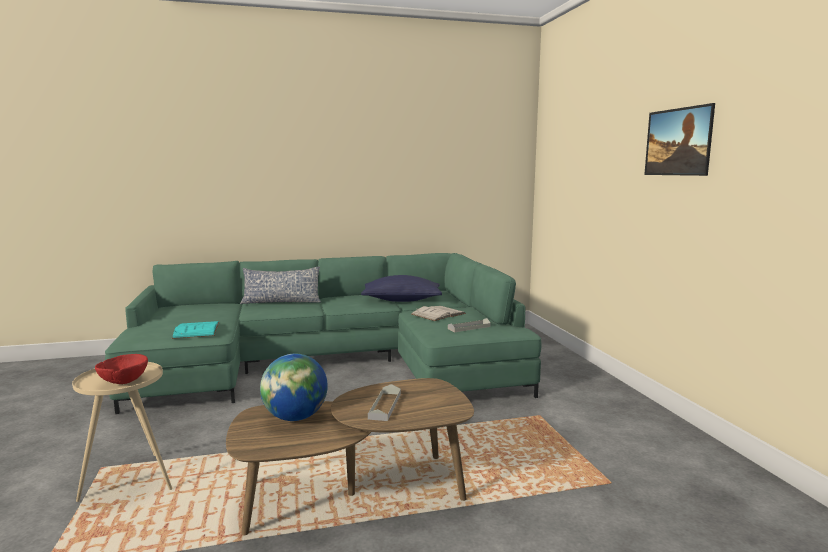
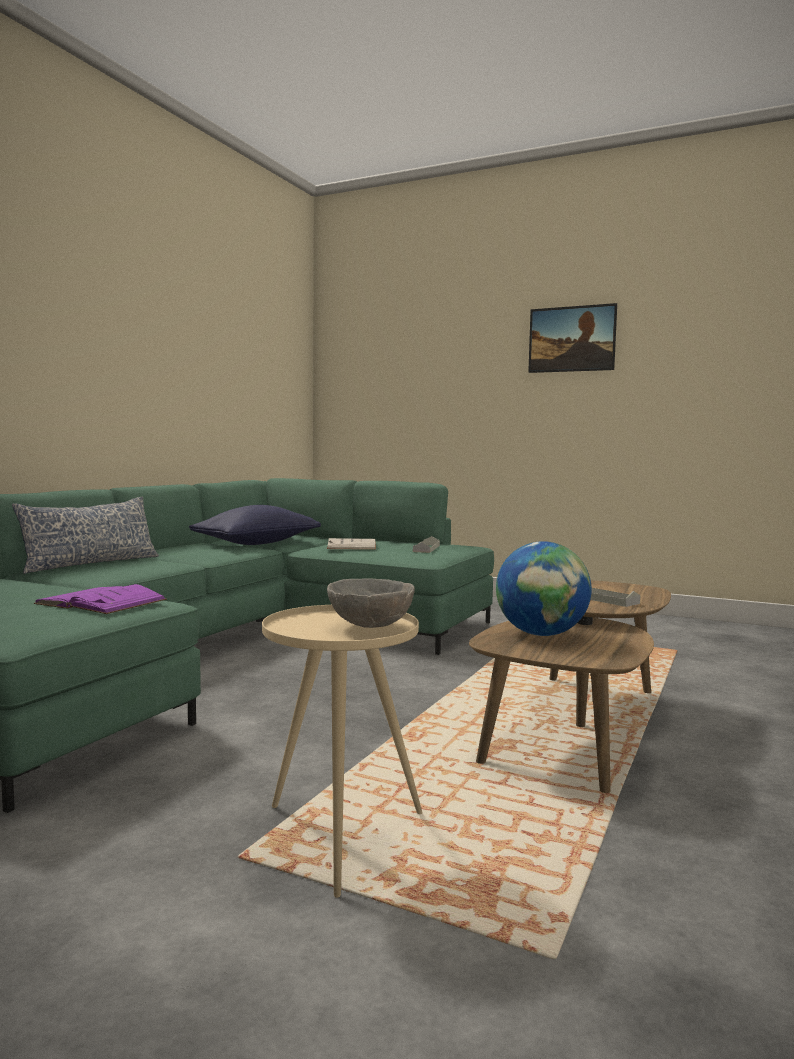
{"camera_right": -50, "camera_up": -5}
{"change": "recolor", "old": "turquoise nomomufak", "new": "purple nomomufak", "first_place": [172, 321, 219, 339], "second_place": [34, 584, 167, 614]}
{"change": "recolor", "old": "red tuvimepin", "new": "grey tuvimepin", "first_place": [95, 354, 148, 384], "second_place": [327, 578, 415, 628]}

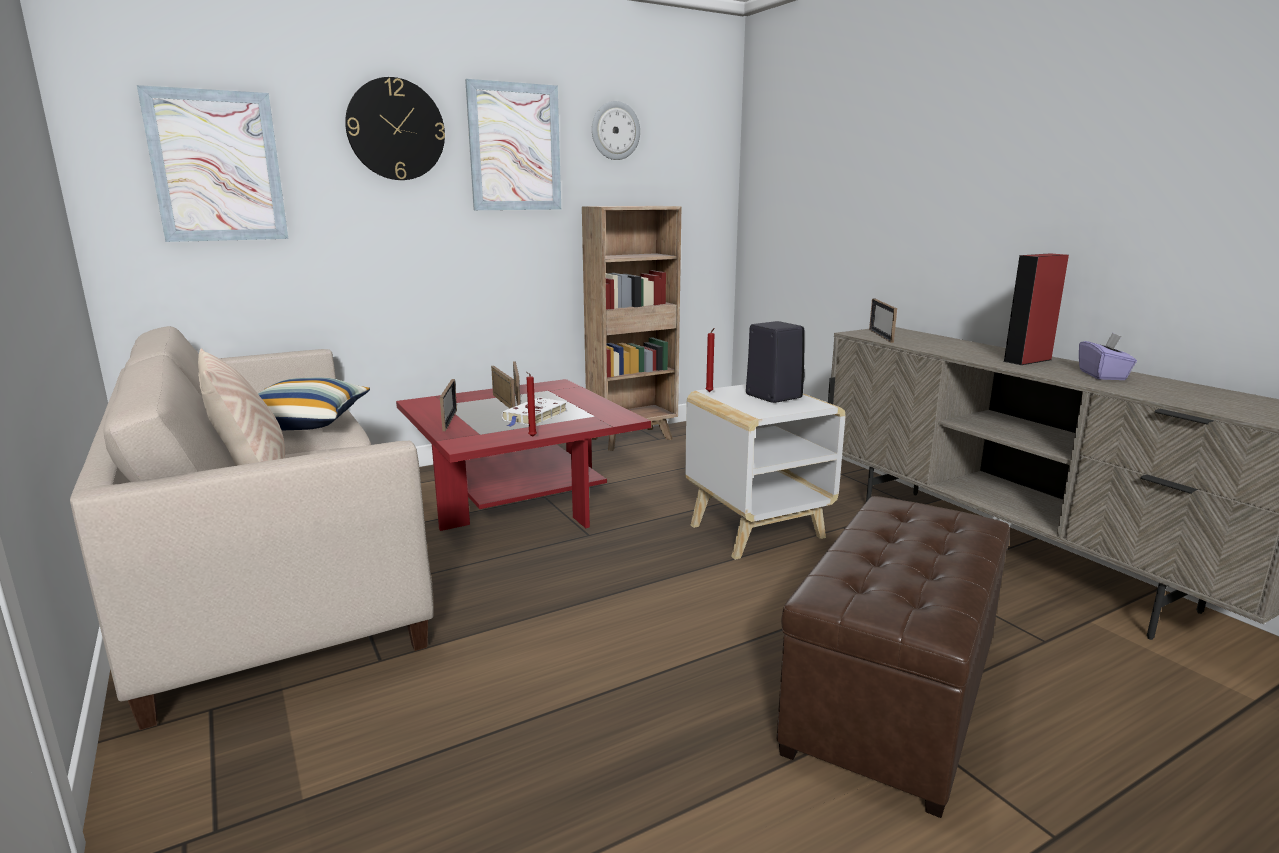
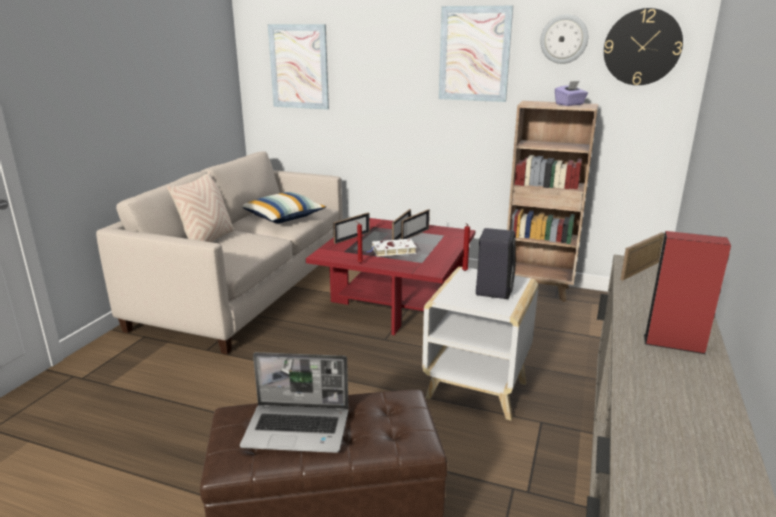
{"camera_right": 50, "camera_up": 5}
{"change": "move", "old": "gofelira", "first_place": [345, 77, 445, 180], "second_place": [604, 8, 683, 85]}
{"change": "move", "old": "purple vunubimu", "first_place": [1079, 333, 1137, 380], "second_place": [555, 81, 588, 106]}
{"change": "insert", "new": "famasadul", "second_place": [240, 352, 349, 453]}

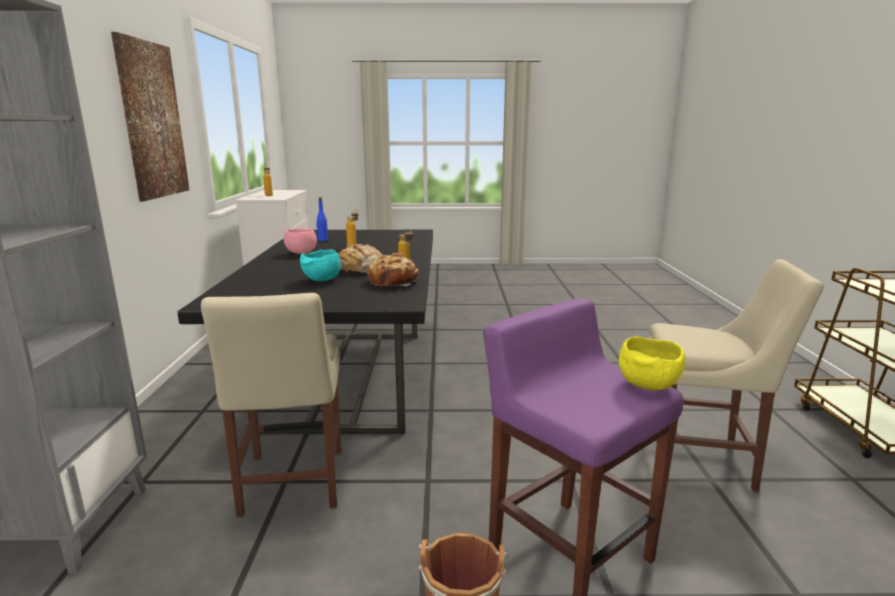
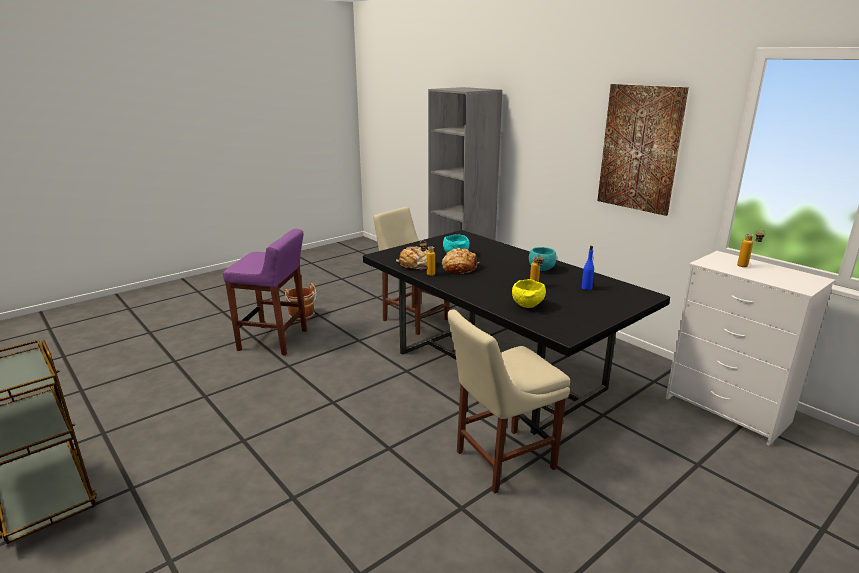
{"camera_right": 140, "camera_up": 5}
{"change": "recolor", "old": "pink tuvimepin", "new": "turquoise tuvimepin", "first_place": [284, 228, 317, 254], "second_place": [529, 247, 557, 271]}
{"change": "move", "old": "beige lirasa", "first_place": [649, 259, 824, 492], "second_place": [447, 309, 570, 494]}
{"change": "move", "old": "yellow tuvimepin", "first_place": [619, 336, 685, 390], "second_place": [512, 279, 546, 308]}

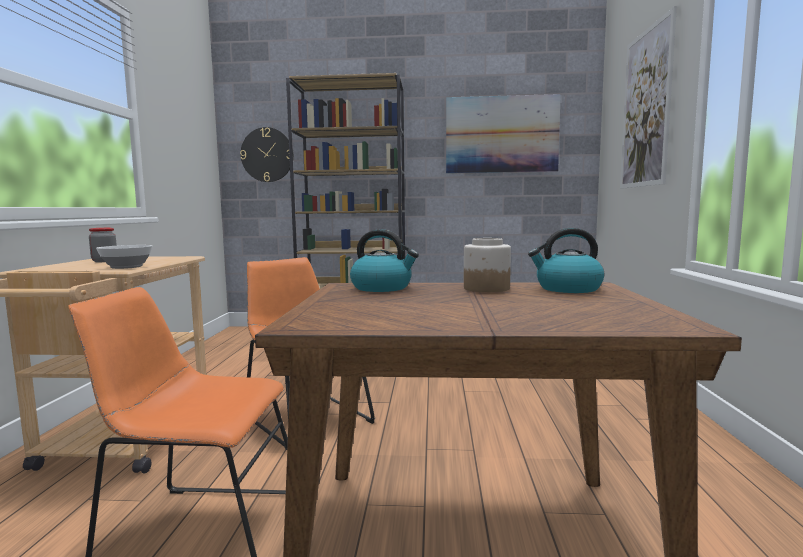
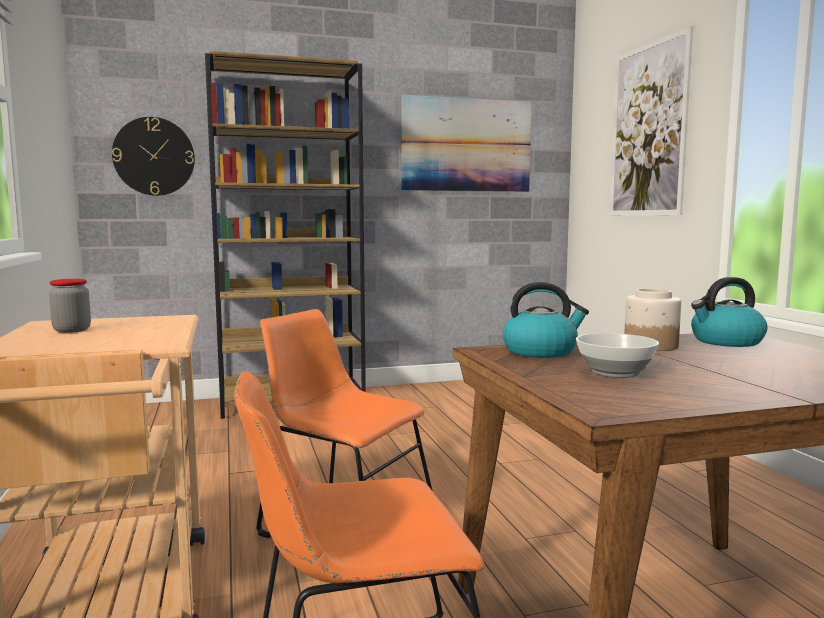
{"camera_right": -20, "camera_up": 0}
{"change": "move", "old": "tuvimepin", "first_place": [96, 245, 152, 269], "second_place": [576, 333, 659, 378]}

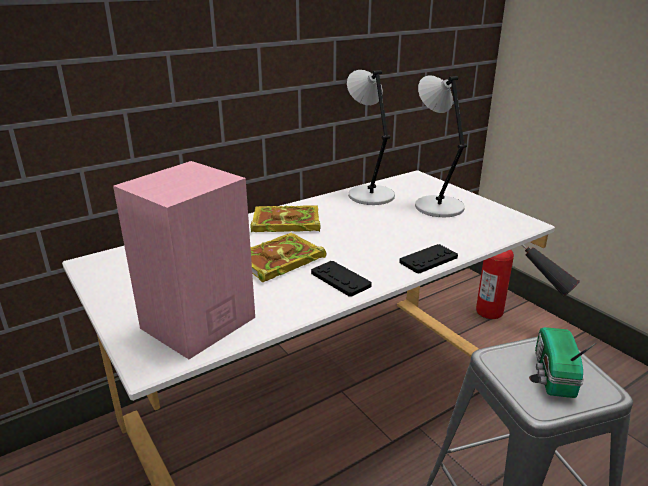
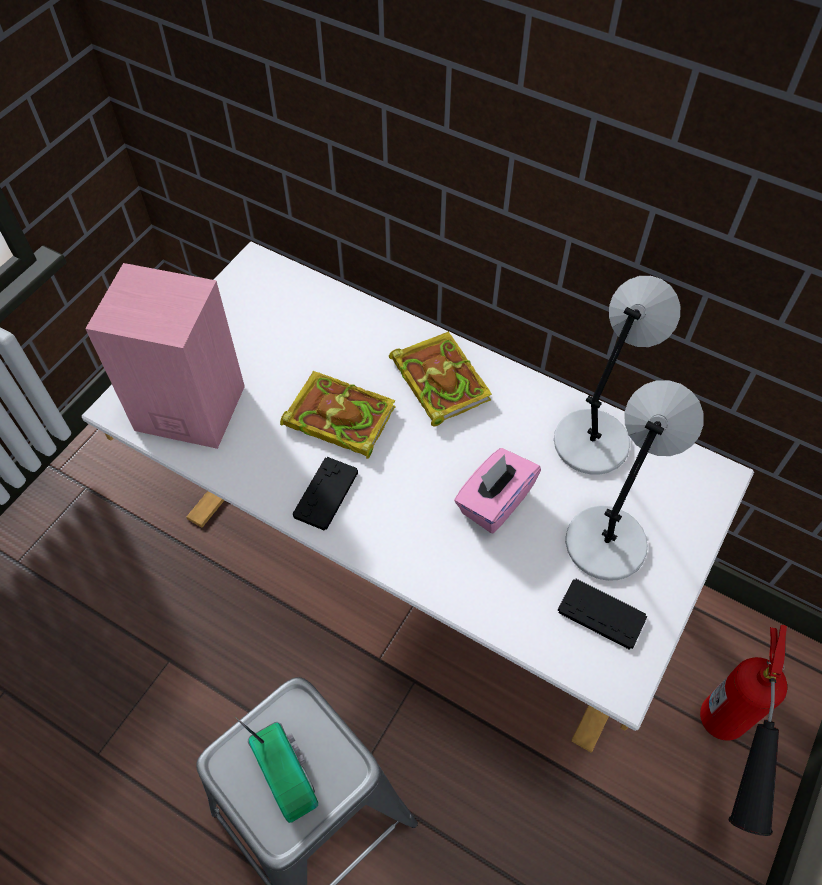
{"camera_right": 65, "camera_up": 30}
{"change": "move", "old": "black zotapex", "first_place": [399, 244, 458, 273], "second_place": [557, 579, 648, 650]}
{"change": "rotate", "old": "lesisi", "first_place": [535, 327, 596, 398], "second_place": [235, 717, 318, 823], "degrees": 75}
{"change": "insert", "new": "pink vunubimu", "second_place": [454, 448, 541, 534]}

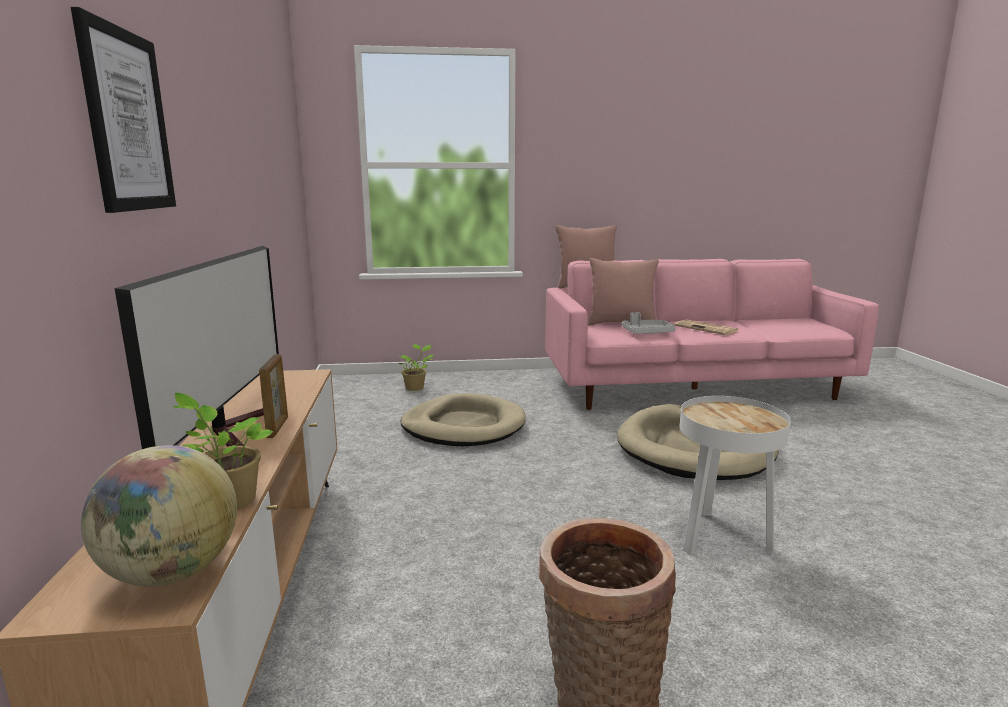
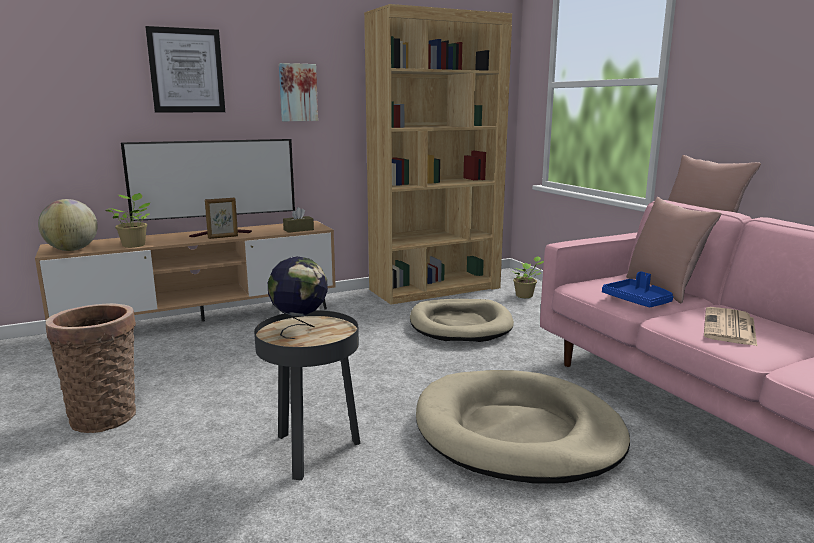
{"camera_right": 70, "camera_up": 0}
{"change": "recolor", "old": "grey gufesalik", "new": "blue gufesalik", "first_place": [622, 312, 676, 334], "second_place": [602, 271, 673, 308]}
{"change": "recolor", "old": "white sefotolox", "new": "black sefotolox", "first_place": [679, 396, 791, 555], "second_place": [254, 310, 360, 480]}
{"change": "insert", "new": "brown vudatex", "second_place": [364, 4, 512, 305]}
{"change": "insert", "new": "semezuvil", "second_place": [279, 63, 318, 121]}
{"change": "insert", "new": "brown vunubimu", "second_place": [283, 207, 314, 233]}
{"change": "insert", "new": "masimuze", "second_place": [268, 257, 328, 339]}

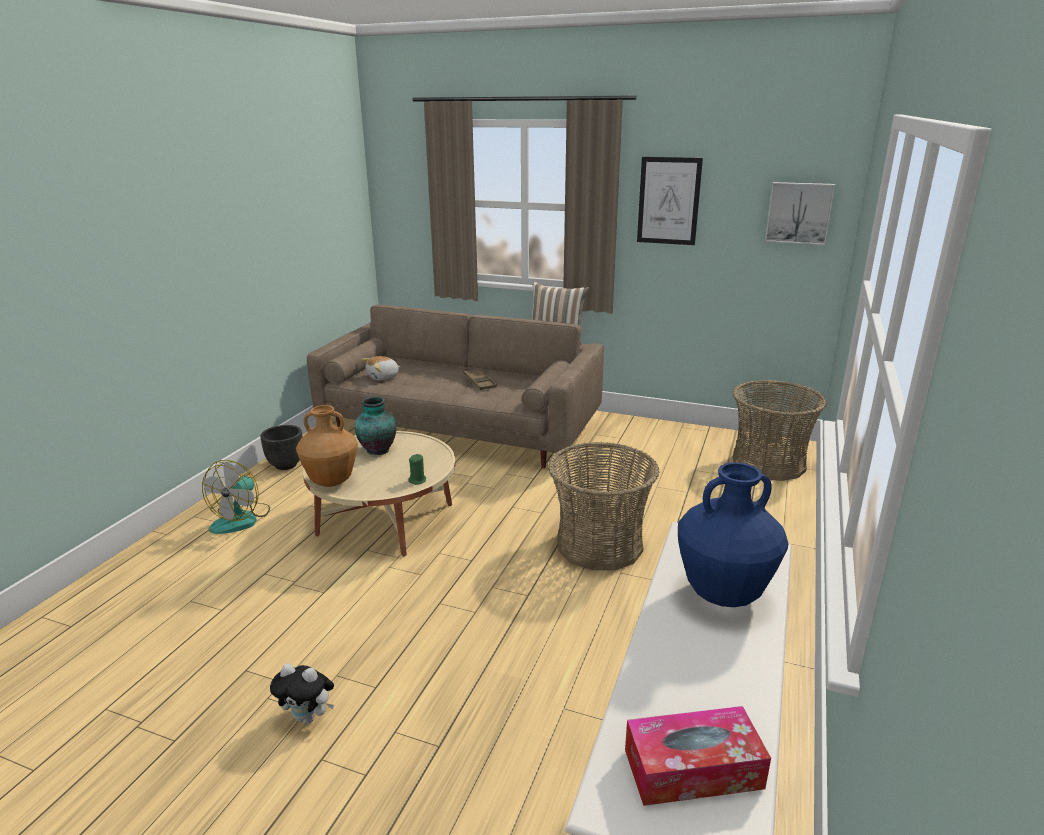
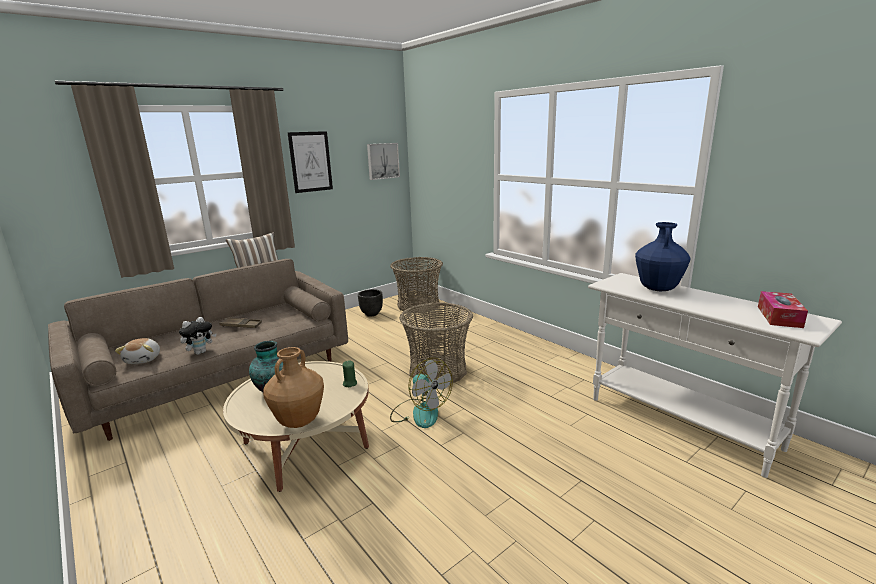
{"camera_right": -60, "camera_up": -5}
{"change": "move", "old": "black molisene", "first_place": [260, 425, 303, 470], "second_place": [358, 289, 383, 317]}
{"change": "move", "old": "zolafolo", "first_place": [202, 460, 270, 534], "second_place": [390, 358, 453, 428]}
{"change": "move", "old": "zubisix", "first_place": [270, 663, 334, 724], "second_place": [179, 317, 217, 355]}

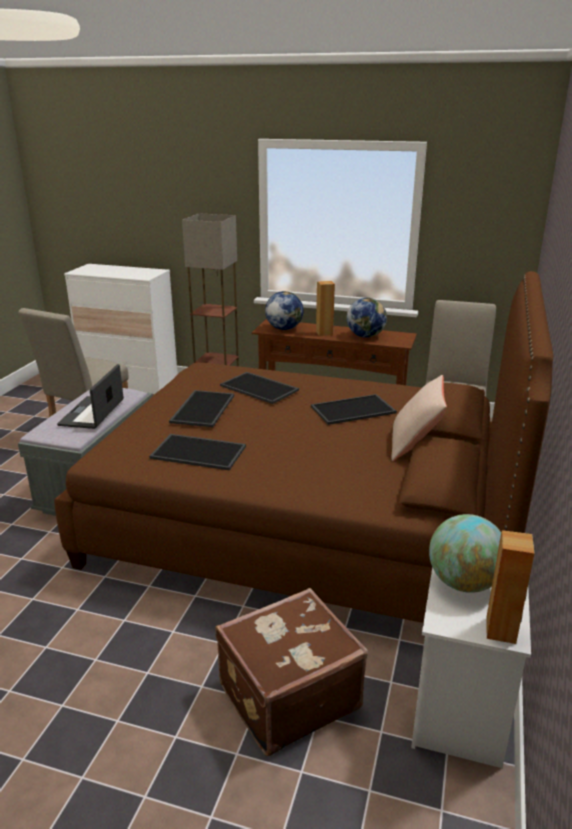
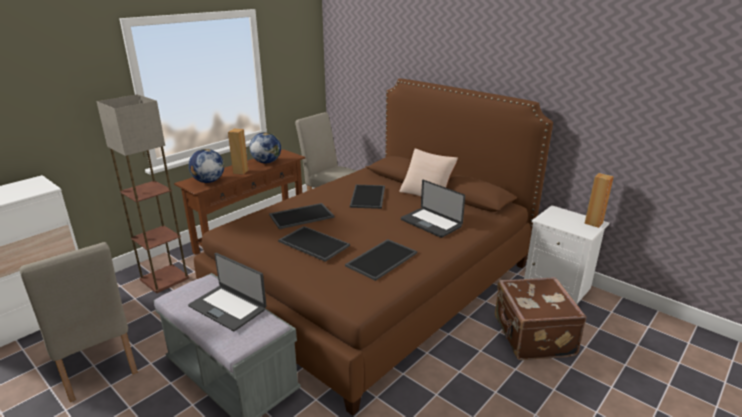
{"camera_right": -65, "camera_up": 0}
{"change": "delete", "old": "masimuze", "first_place": [429, 514, 501, 593]}
{"change": "insert", "new": "famasadul", "second_place": [401, 180, 465, 238]}

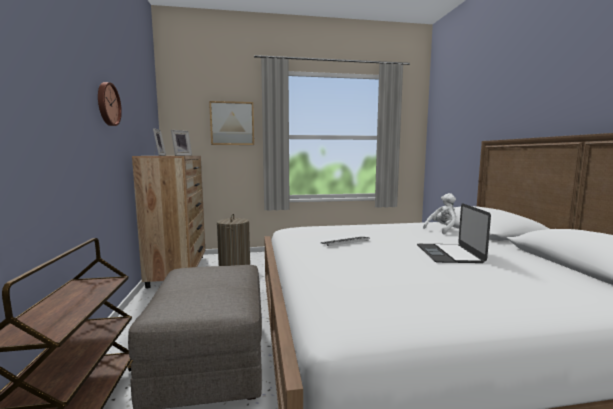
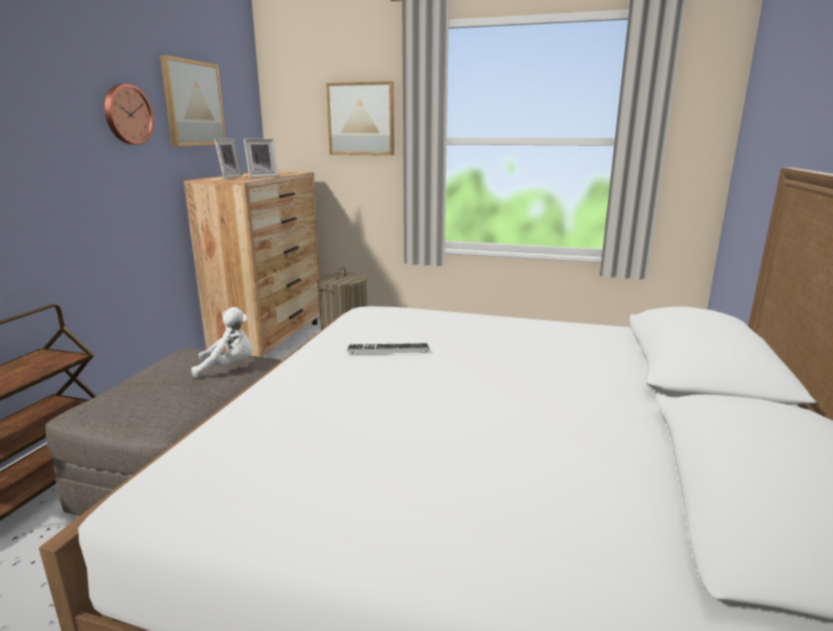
{"camera_right": 25, "camera_up": 10}
{"change": "move", "old": "white zubisix", "first_place": [423, 193, 456, 234], "second_place": [191, 307, 252, 378]}
{"change": "delete", "old": "famasadul", "first_place": [417, 203, 491, 263]}
{"change": "insert", "new": "semezuvil", "second_place": [160, 55, 226, 146]}

